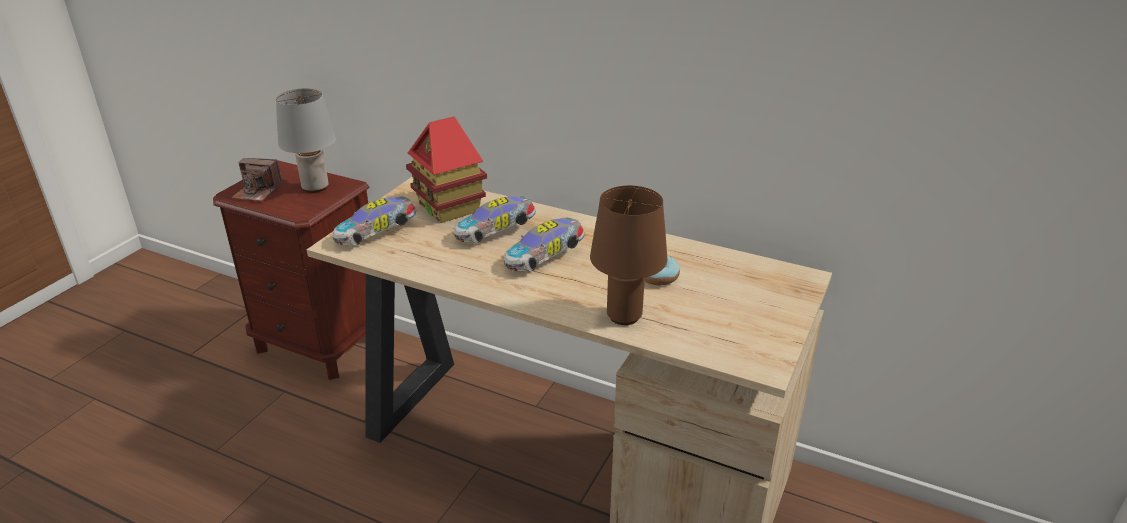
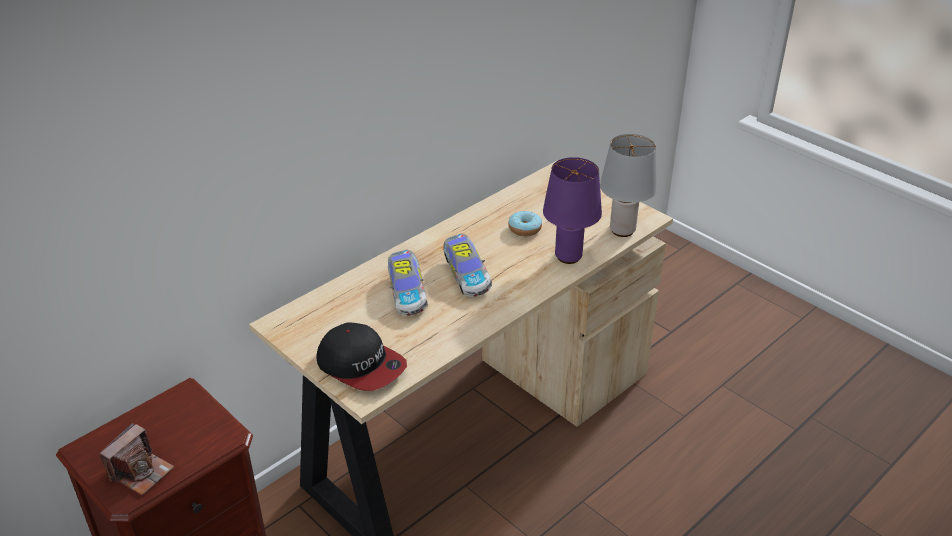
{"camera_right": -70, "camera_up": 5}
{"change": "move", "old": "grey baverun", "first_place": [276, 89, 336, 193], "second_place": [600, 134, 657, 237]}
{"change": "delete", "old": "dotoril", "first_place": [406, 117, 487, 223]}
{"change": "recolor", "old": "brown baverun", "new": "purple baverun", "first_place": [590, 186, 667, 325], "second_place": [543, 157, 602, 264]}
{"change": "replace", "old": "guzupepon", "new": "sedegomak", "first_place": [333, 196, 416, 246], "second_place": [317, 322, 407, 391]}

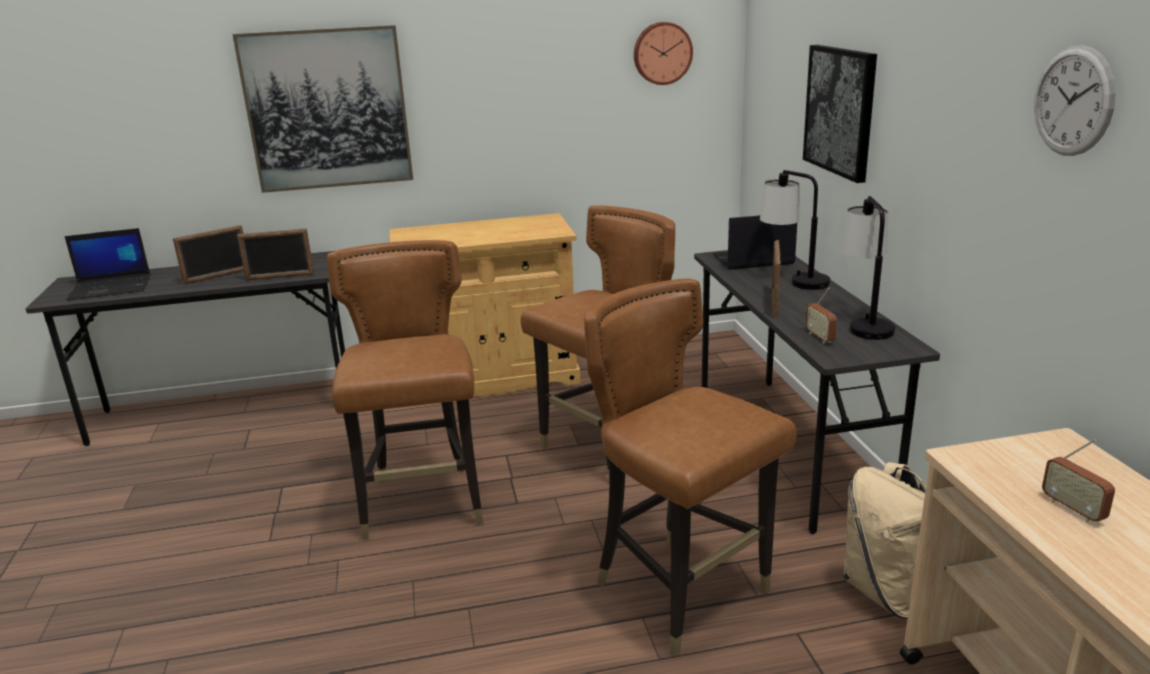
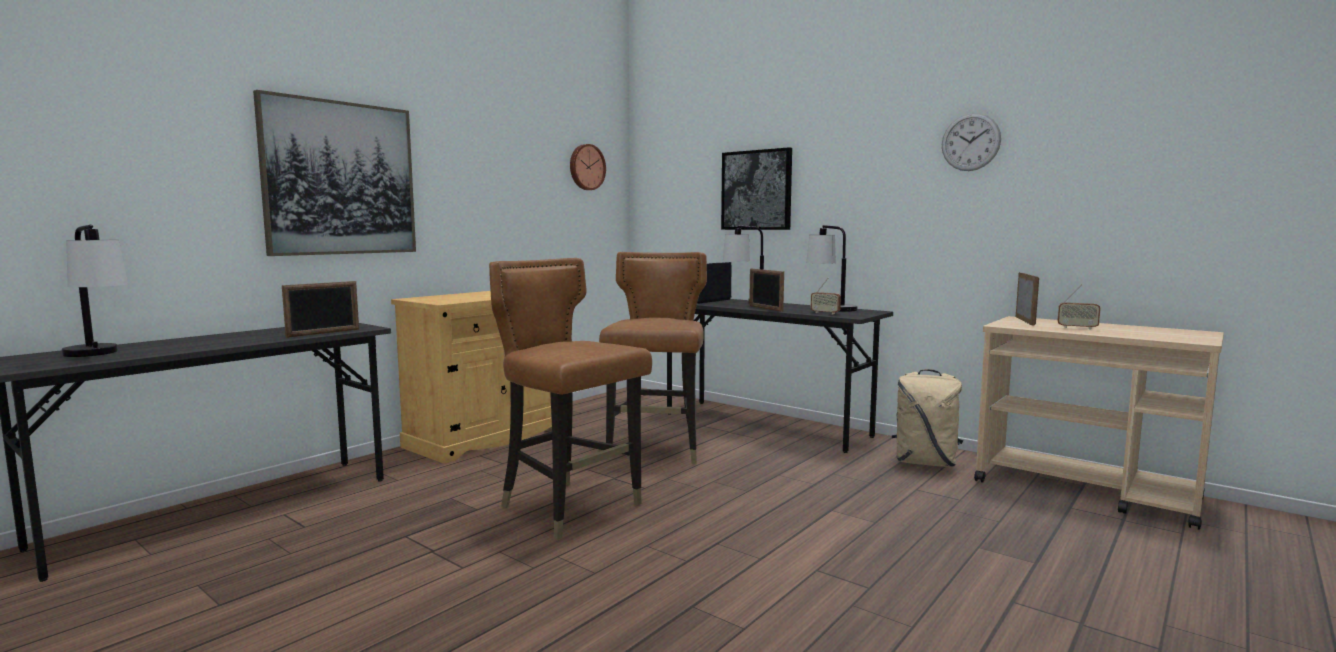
{"camera_right": -40, "camera_up": -15}
{"change": "move", "old": "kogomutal", "first_place": [173, 225, 244, 285], "second_place": [1016, 272, 1039, 325]}
{"change": "replace", "old": "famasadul", "new": "baverun", "first_place": [64, 228, 151, 300], "second_place": [62, 225, 128, 357]}
{"change": "delete", "old": "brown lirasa", "first_place": [584, 279, 797, 657]}

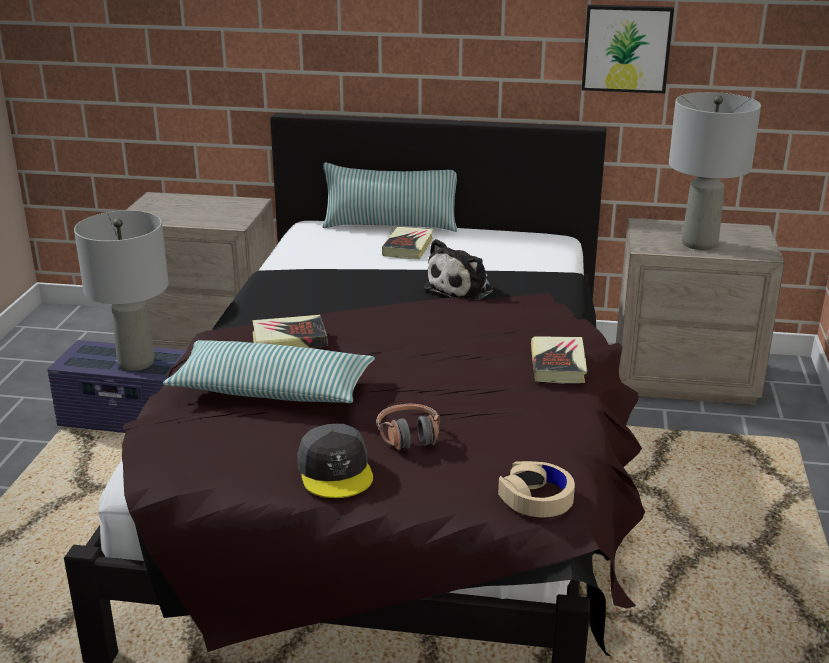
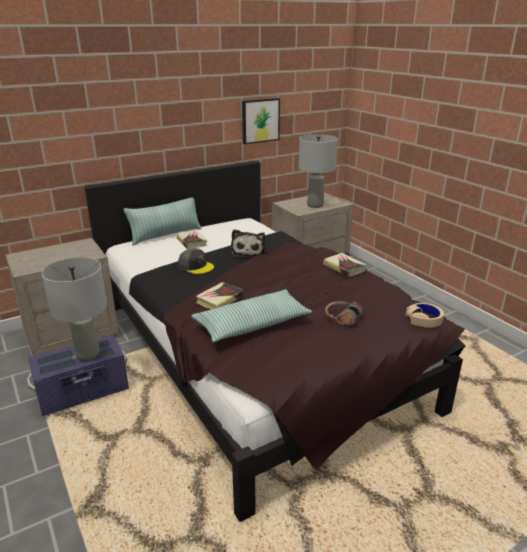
{"camera_right": -40, "camera_up": 0}
{"change": "move", "old": "grey sedegomak", "first_place": [297, 424, 373, 498], "second_place": [178, 248, 214, 274]}

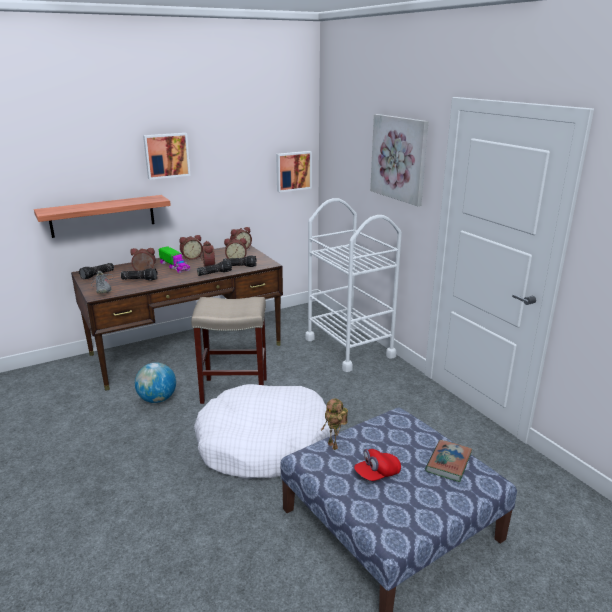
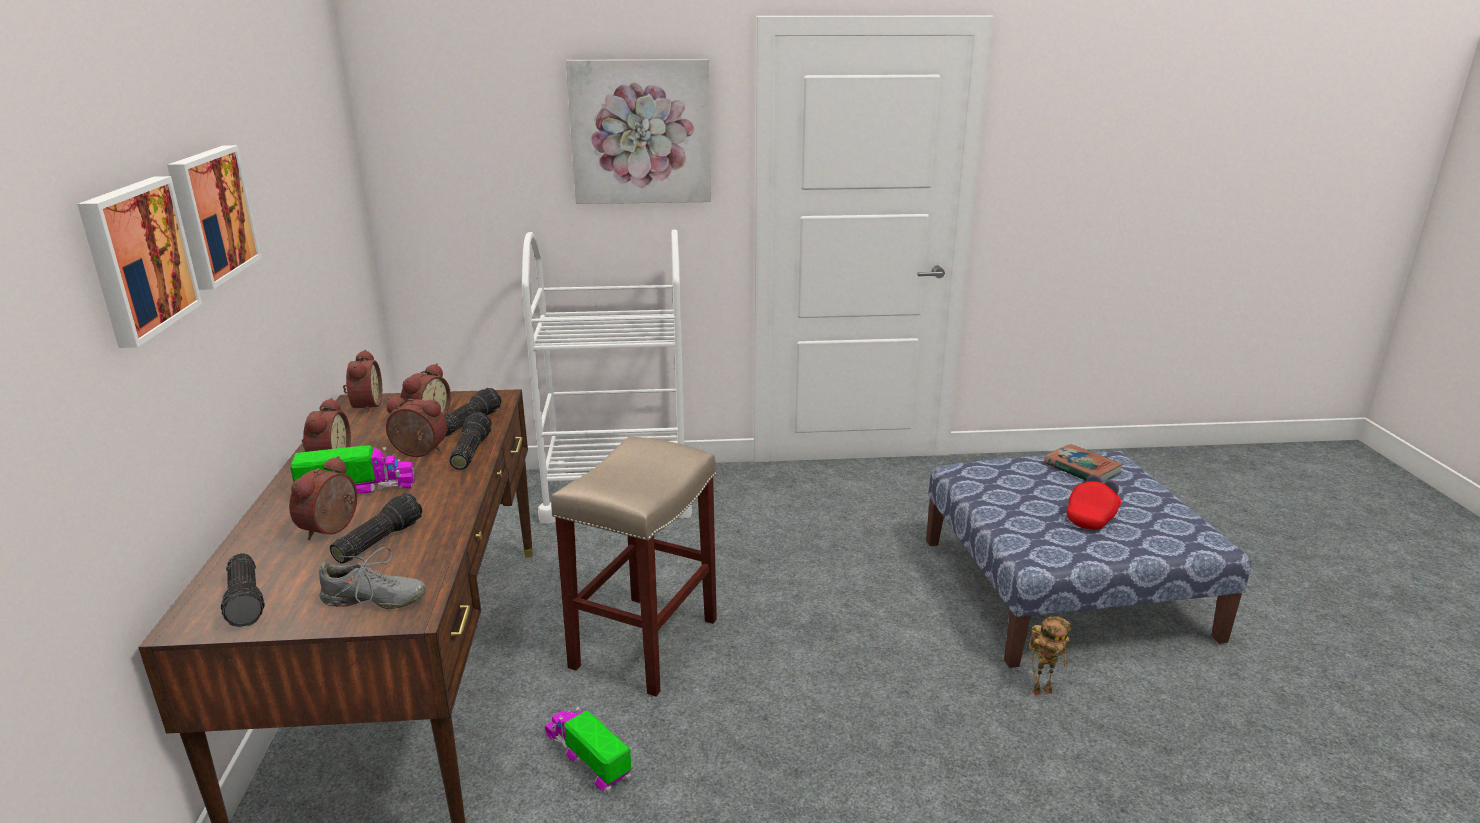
{"camera_right": -65, "camera_up": 0}
{"change": "move", "old": "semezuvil", "first_place": [276, 151, 312, 192], "second_place": [77, 176, 202, 348]}
{"change": "delete", "old": "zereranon", "first_place": [34, 195, 171, 238]}
{"change": "replace", "old": "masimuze", "new": "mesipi", "first_place": [135, 362, 176, 403], "second_place": [545, 707, 631, 793]}
{"change": "delete", "old": "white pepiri", "first_place": [194, 384, 335, 479]}
{"change": "move", "old": "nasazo", "first_place": [322, 399, 348, 450], "second_place": [1029, 616, 1072, 696]}
{"change": "rotate", "old": "red sedegomak", "first_place": [354, 449, 401, 481], "second_place": [1066, 474, 1121, 530], "degrees": -135}

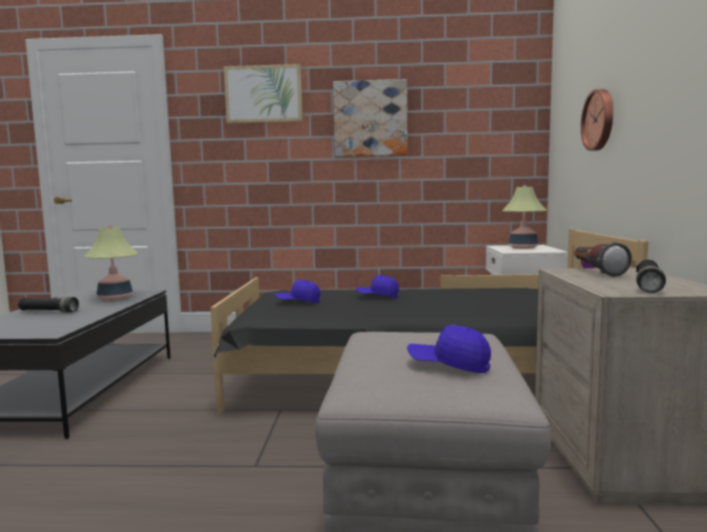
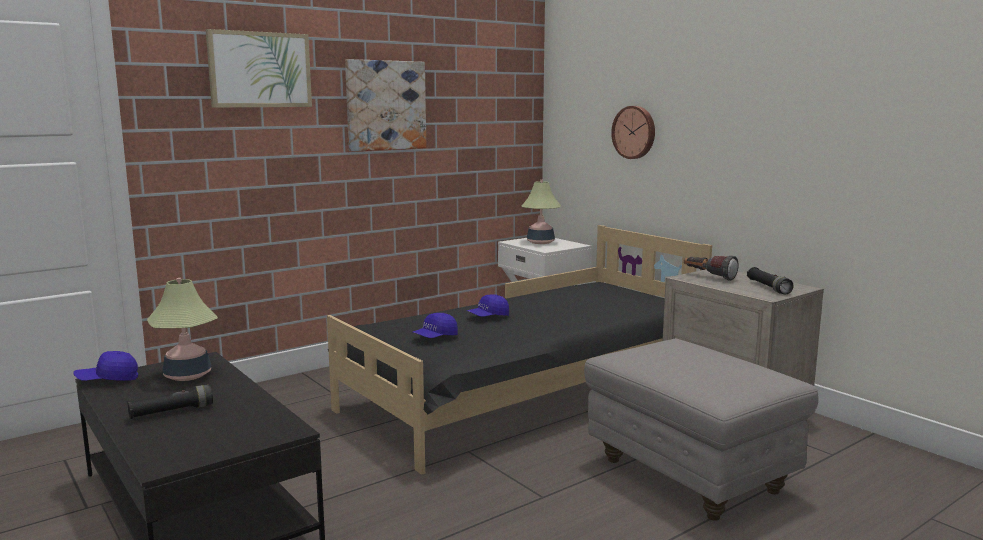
{"camera_right": -40, "camera_up": 5}
{"change": "move", "old": "blue sedegomak", "first_place": [407, 325, 491, 373], "second_place": [73, 351, 138, 381]}

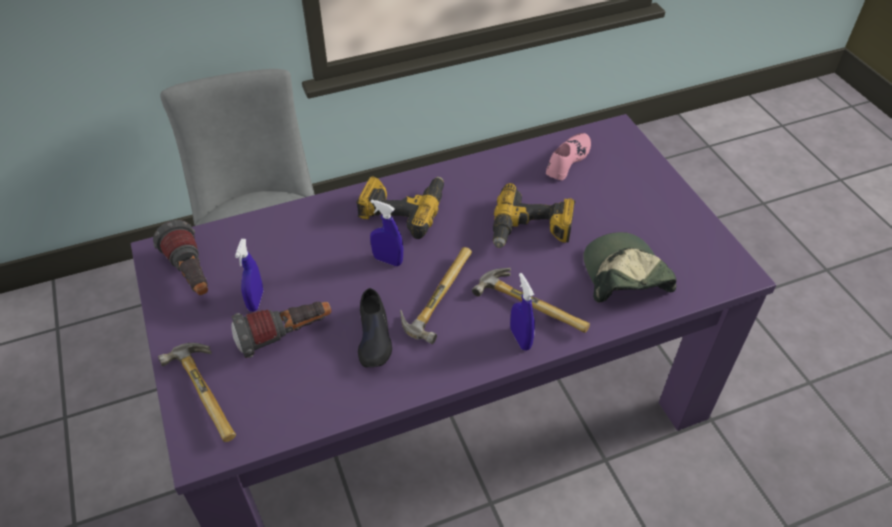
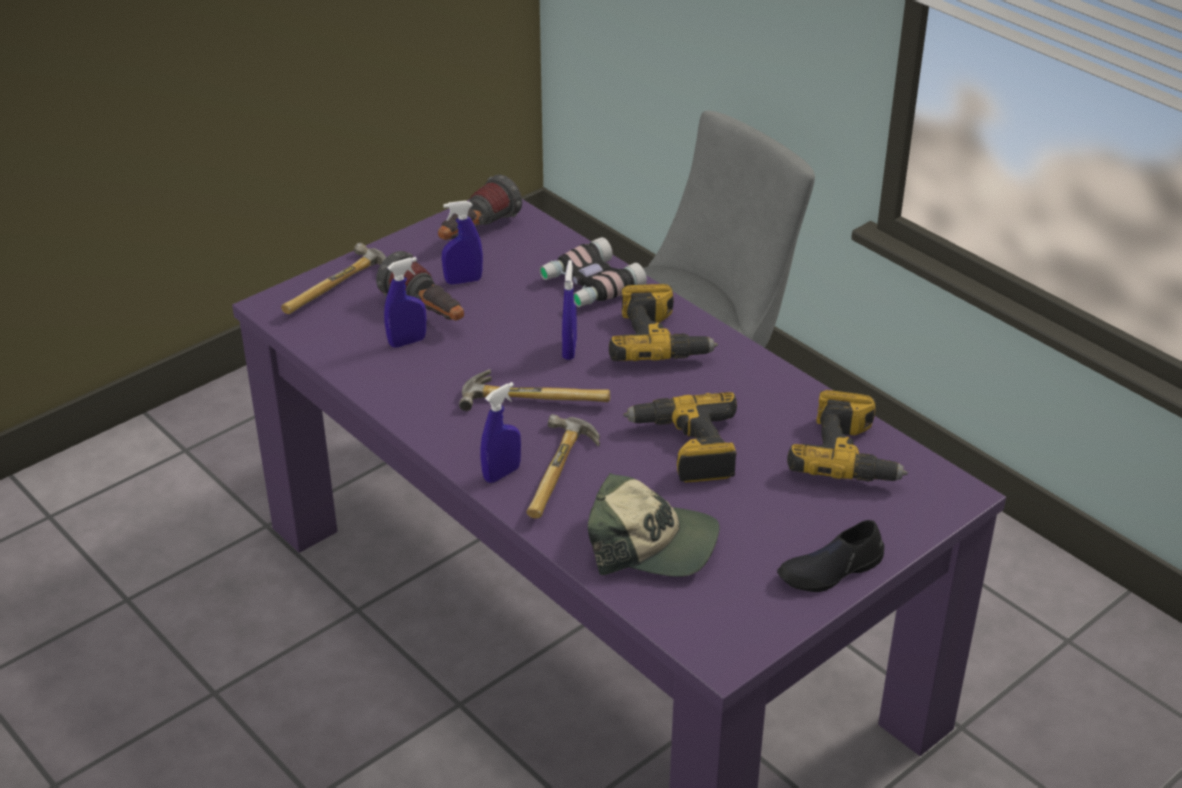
{"camera_right": 70, "camera_up": -10}
{"change": "replace", "old": "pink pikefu", "new": "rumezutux", "first_place": [546, 133, 591, 180], "second_place": [787, 390, 908, 481]}
{"change": "rotate", "old": "sedegomak", "first_place": [583, 232, 676, 302], "second_place": [588, 473, 719, 577], "degrees": 45}
{"change": "move", "old": "black pikefu", "first_place": [358, 288, 392, 367], "second_place": [777, 520, 884, 592]}
{"change": "insert", "new": "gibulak", "second_place": [539, 237, 647, 307]}
{"change": "insert", "new": "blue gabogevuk", "second_place": [384, 257, 426, 348]}

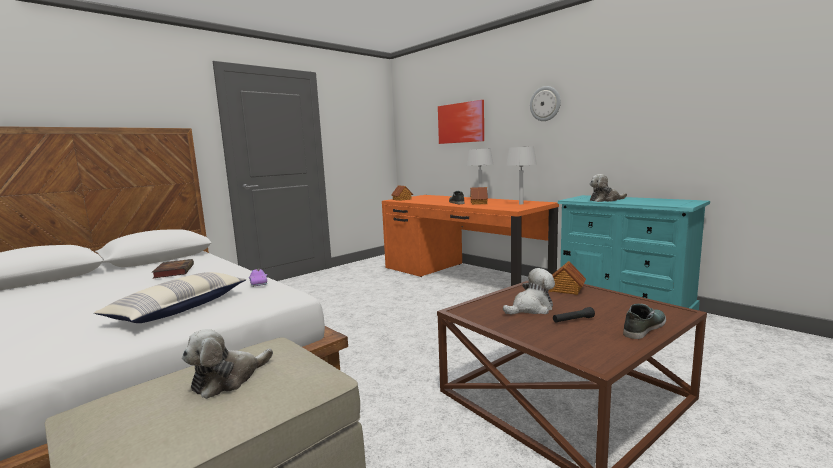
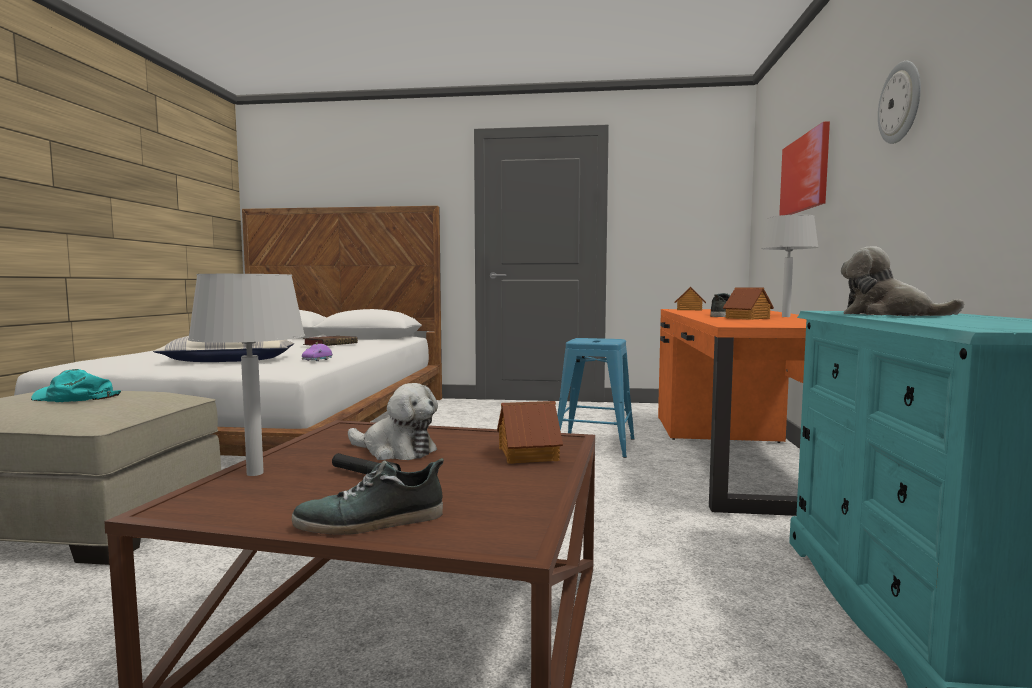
{"camera_right": 50, "camera_up": -5}
{"change": "move", "old": "grey baverun", "first_place": [506, 146, 537, 204], "second_place": [188, 274, 305, 476]}
{"change": "rotate", "old": "pikefu", "first_place": [623, 304, 666, 339], "second_place": [292, 458, 444, 535], "degrees": 150}
{"change": "replace", "old": "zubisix", "new": "turquoise sedegomak", "first_place": [182, 329, 273, 399], "second_place": [31, 369, 121, 402]}
{"change": "insert", "new": "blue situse", "second_place": [557, 338, 635, 458]}

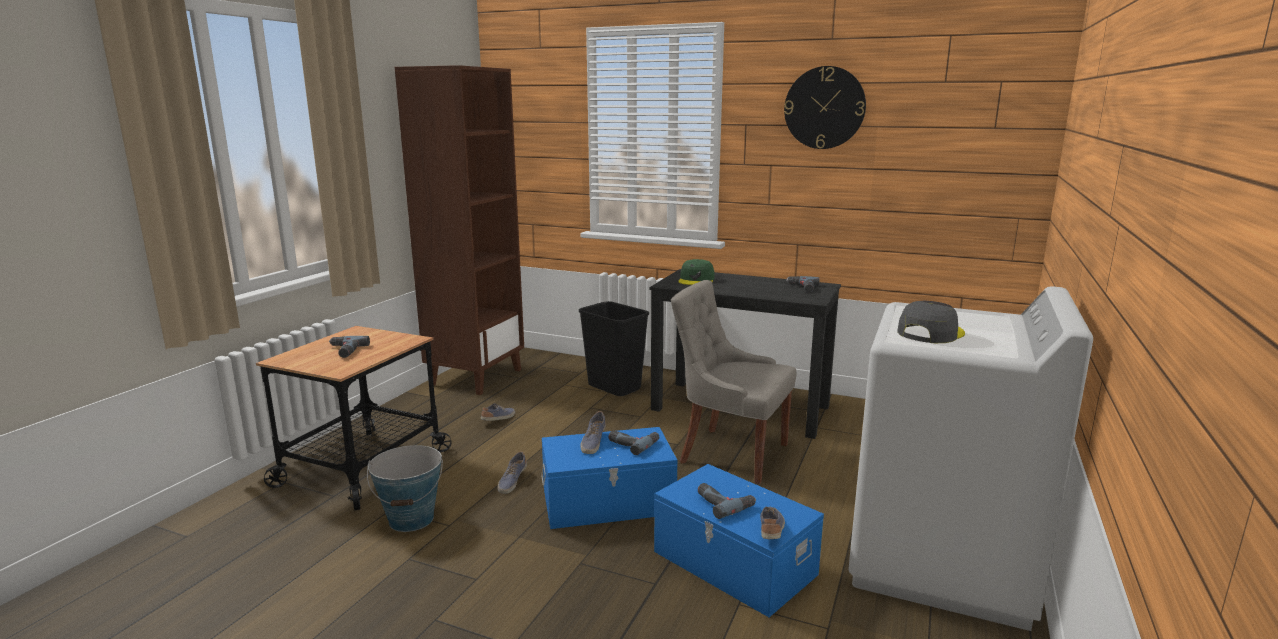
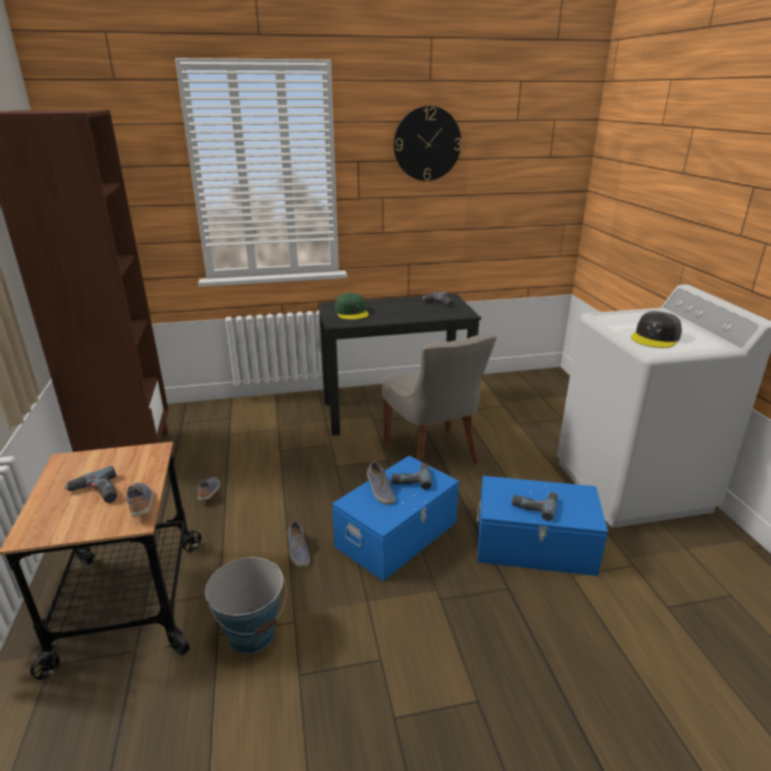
{"camera_right": -35, "camera_up": 10}
{"change": "rotate", "old": "grey lirasa", "first_place": [671, 280, 796, 484], "second_place": [382, 334, 497, 464], "degrees": -105}
{"change": "delete", "old": "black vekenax", "first_place": [579, 301, 649, 396]}
{"change": "rotate", "old": "grey sedegomak", "first_place": [897, 301, 965, 343], "second_place": [631, 311, 682, 348], "degrees": -150}
{"change": "move", "old": "pikefu", "first_place": [760, 507, 785, 539], "second_place": [126, 483, 154, 517]}

